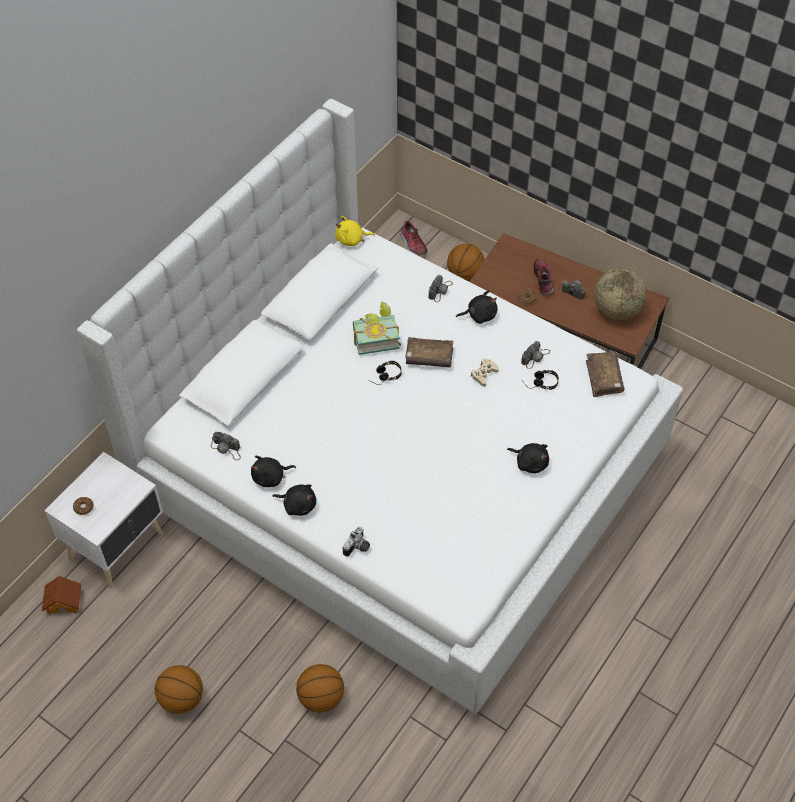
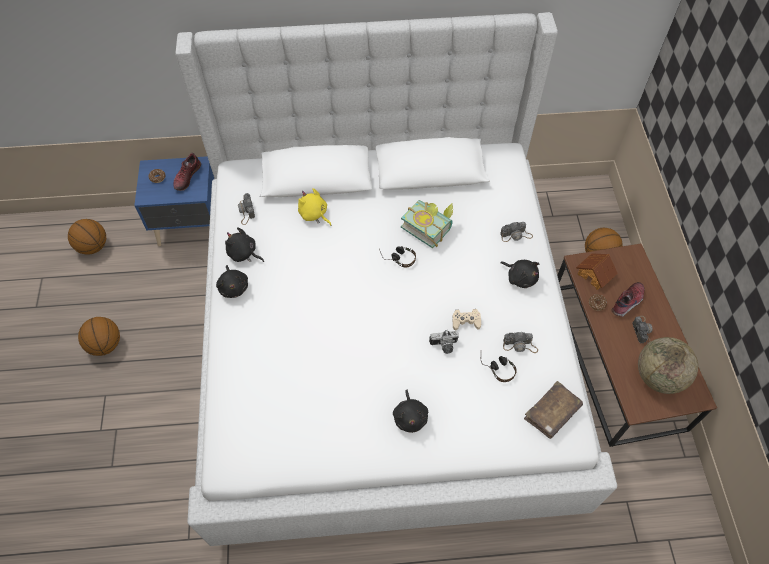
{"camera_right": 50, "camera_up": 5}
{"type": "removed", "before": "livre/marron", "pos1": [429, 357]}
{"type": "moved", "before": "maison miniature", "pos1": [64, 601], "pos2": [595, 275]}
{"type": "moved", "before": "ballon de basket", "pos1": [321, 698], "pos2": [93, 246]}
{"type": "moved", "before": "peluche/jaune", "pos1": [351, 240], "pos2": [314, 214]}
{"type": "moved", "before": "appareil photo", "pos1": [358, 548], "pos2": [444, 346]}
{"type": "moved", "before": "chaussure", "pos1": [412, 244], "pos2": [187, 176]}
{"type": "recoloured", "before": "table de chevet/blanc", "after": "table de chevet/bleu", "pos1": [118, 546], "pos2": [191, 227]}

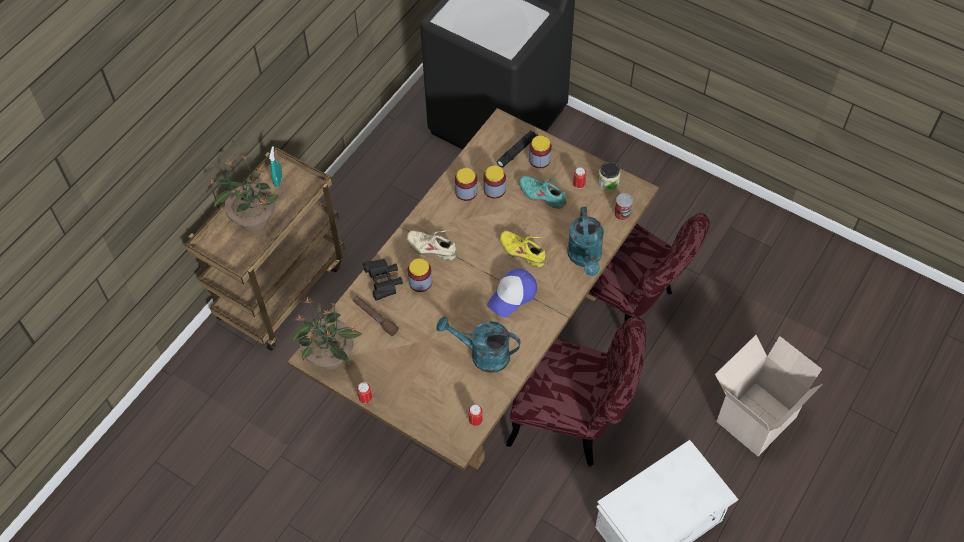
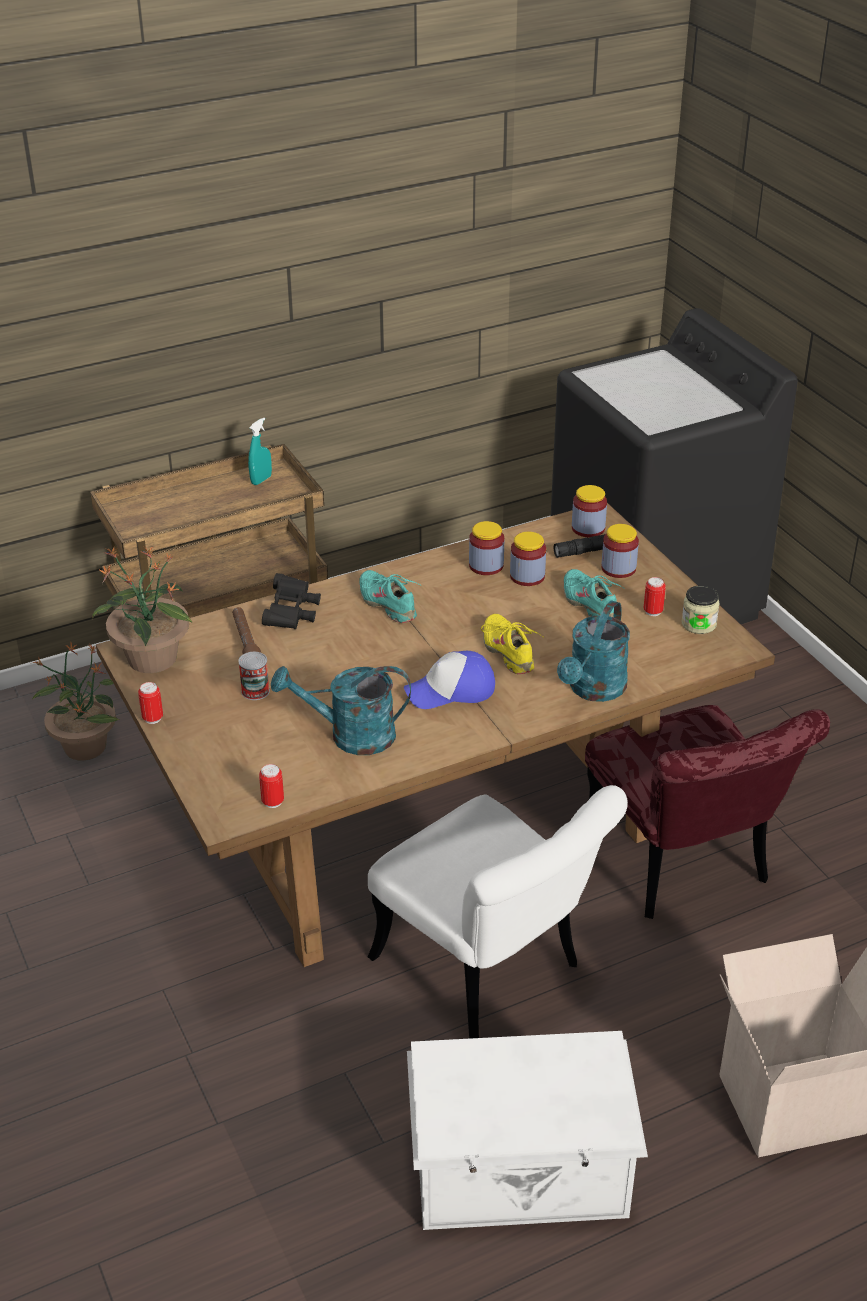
{"camera_right": 30, "camera_up": -20}
{"type": "moved", "before": "plante en pot", "pos1": [253, 219], "pos2": [85, 745]}
{"type": "moved", "before": "bocal", "pos1": [420, 282], "pos2": [588, 528]}
{"type": "moved", "before": "boîte métallique", "pos1": [622, 213], "pos2": [255, 691]}
{"type": "recoloured", "before": "chaussure/beige", "after": "chaussure/turquoise", "pos1": [432, 248], "pos2": [388, 603]}
{"type": "recoloured", "before": "chaise/rouge", "after": "chaise/blanc", "pos1": [573, 421], "pos2": [491, 972]}
{"type": "turned", "before": "arrosoir/turquoise", "pos1": [482, 355], "pos2": [350, 736], "turn": -45}

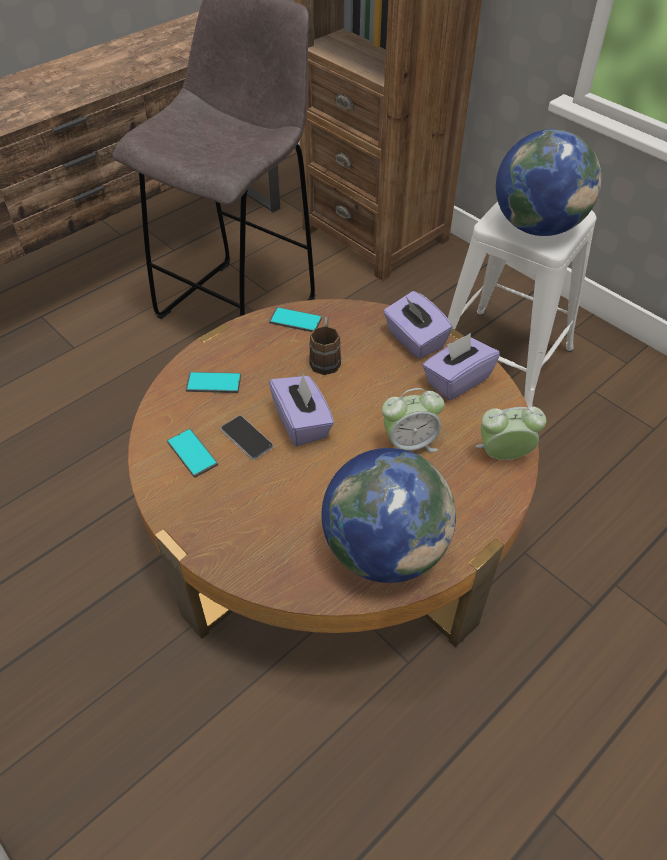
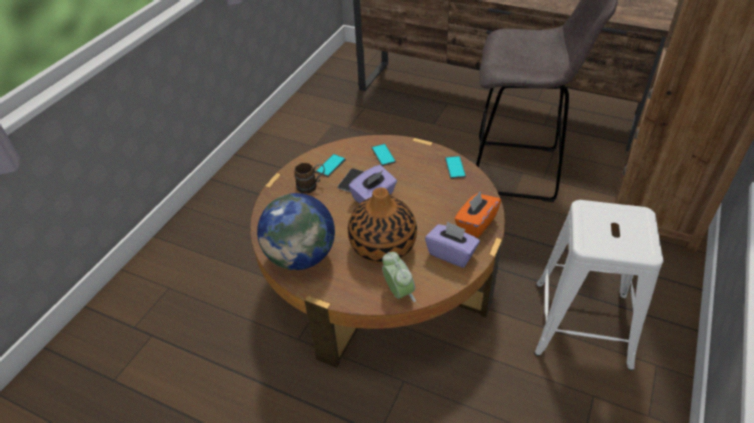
{"camera_right": 70, "camera_up": -5}
{"type": "removed", "before": "globe", "pos1": [537, 226]}
{"type": "moved", "before": "mug/marron", "pos1": [325, 358], "pos2": [311, 185]}
{"type": "replaced", "before": "réveil", "after": "vase", "pos1": [409, 444], "pos2": [383, 246]}
{"type": "recoloured", "before": "boîte à mouchoirs/violet", "after": "boîte à mouchoirs/orange", "pos1": [414, 340], "pos2": [476, 223]}

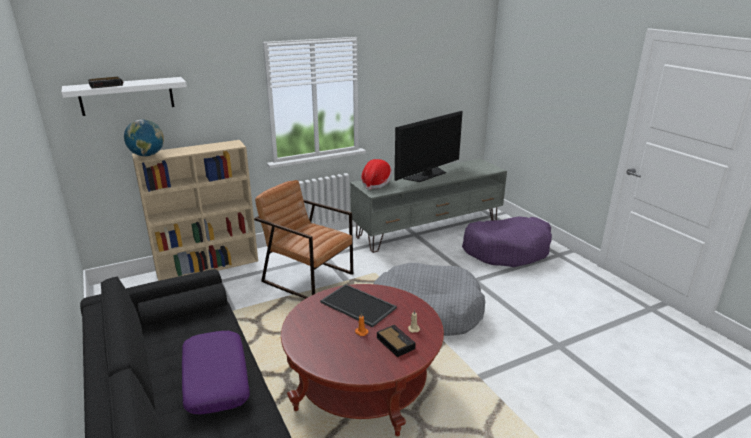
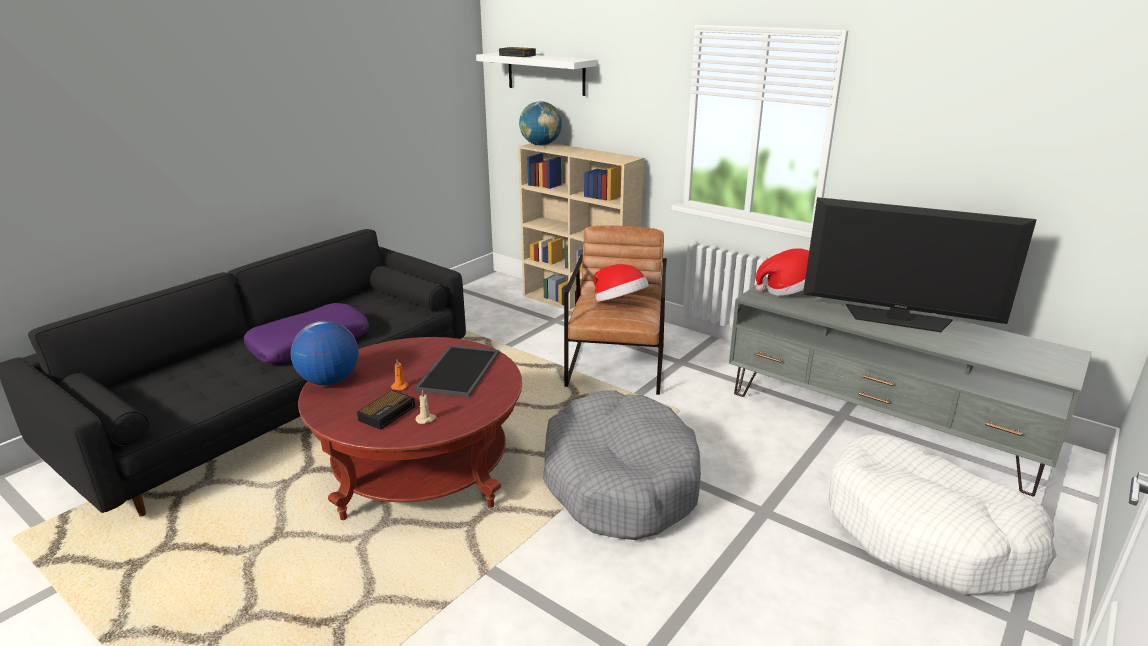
{"camera_right": 65, "camera_up": 0}
{"type": "added", "after": "globe", "pos2": [329, 380]}
{"type": "added", "after": "chapeau", "pos2": [619, 304]}
{"type": "recoloured", "before": "panier pour chien/violet", "after": "panier pour chien/blanc", "pos1": [507, 250], "pos2": [927, 533]}

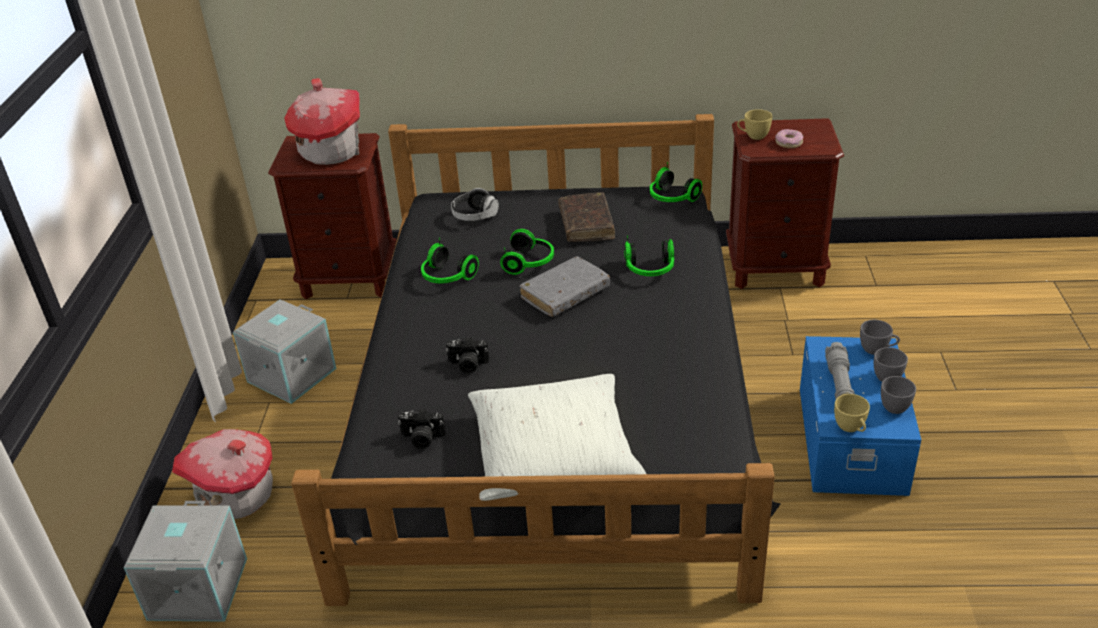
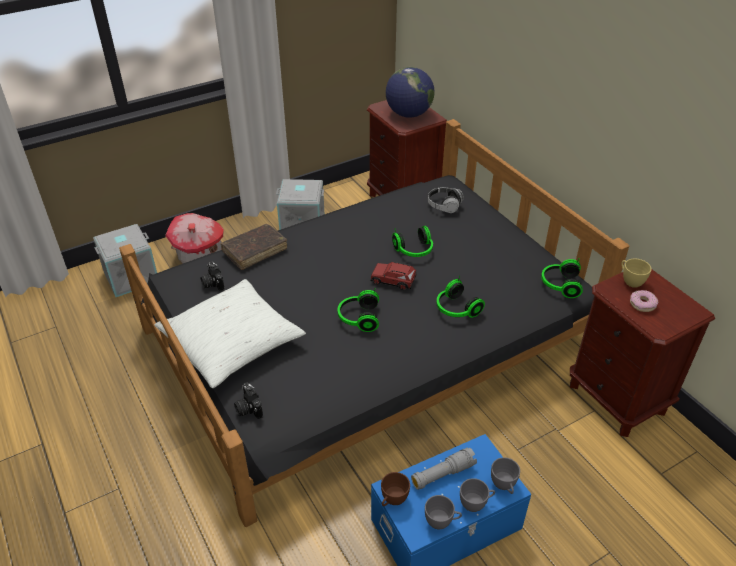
{"camera_right": 55, "camera_up": 5}
{"type": "moved", "before": "casque audio", "pos1": [446, 277], "pos2": [358, 318]}
{"type": "moved", "before": "appareil photo", "pos1": [468, 365], "pos2": [248, 408]}
{"type": "moved", "before": "livre/marron", "pos1": [586, 225], "pos2": [255, 251]}
{"type": "replaced", "before": "maison miniature", "after": "globe", "pos1": [331, 151], "pos2": [409, 114]}
{"type": "replaced", "before": "livre/gris", "after": "petite voiture/rouge", "pos1": [565, 294], "pos2": [393, 281]}
{"type": "recoloured", "before": "tasse/jaune", "after": "tasse/marron", "pos1": [851, 428], "pos2": [392, 500]}

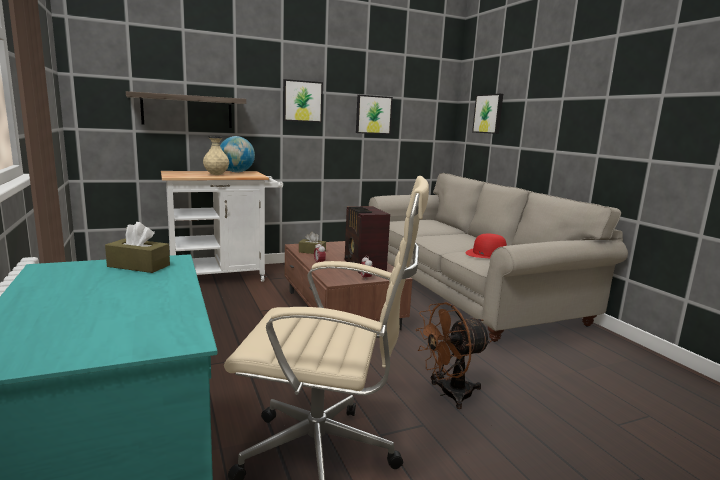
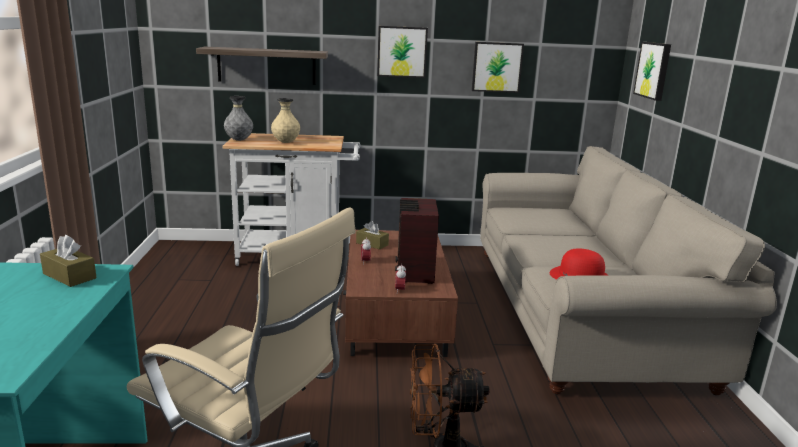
{"camera_right": 20, "camera_up": 5}
{"type": "removed", "before": "globe", "pos1": [236, 172]}
{"type": "added", "after": "vase/gris", "pos2": [239, 140]}

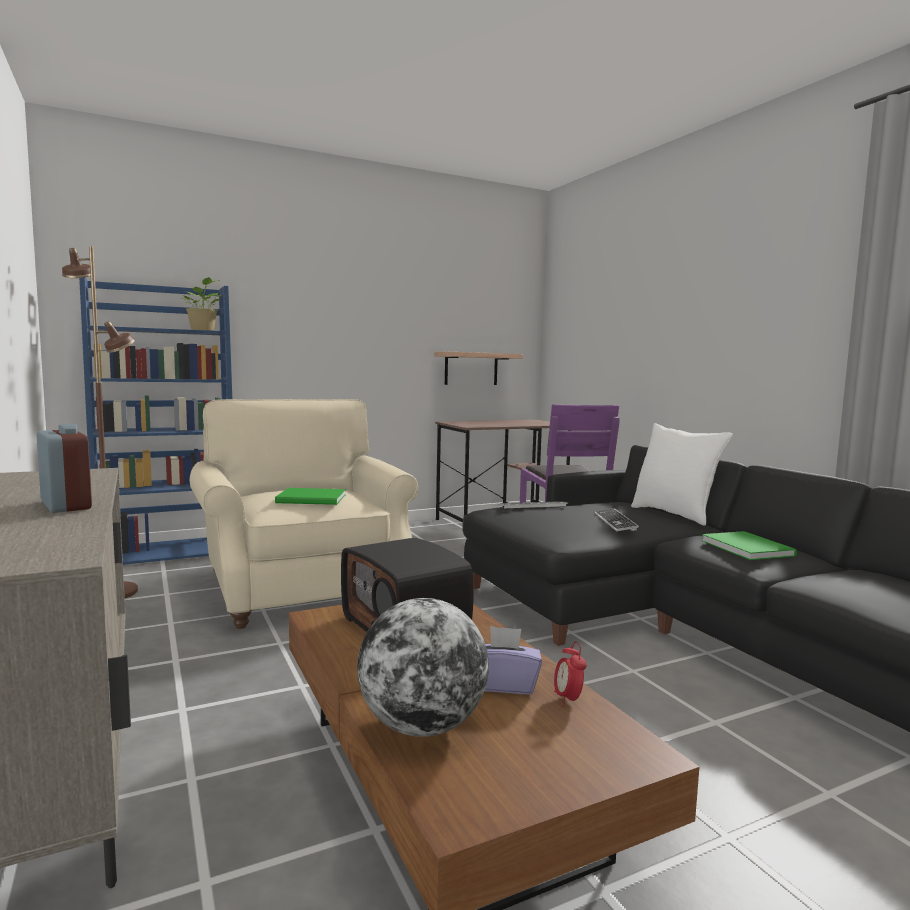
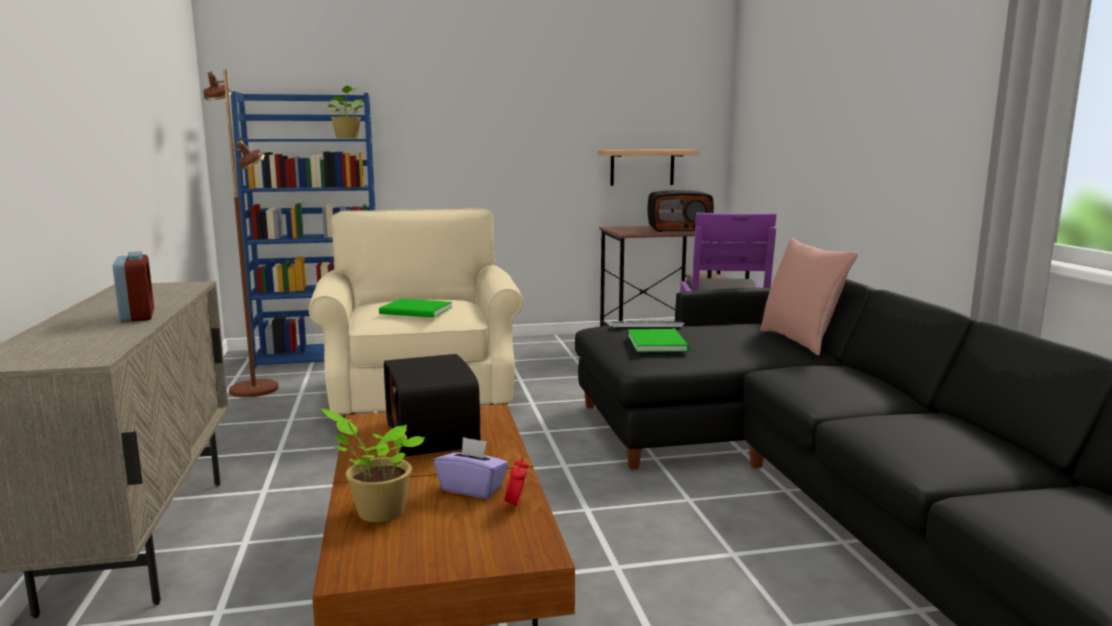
{"camera_right": 15, "camera_up": 5}
{"type": "removed", "before": "clavier", "pos1": [615, 522]}
{"type": "added", "after": "radio", "pos2": [679, 229]}
{"type": "moved", "before": "livre/vert", "pos1": [747, 547], "pos2": [658, 342]}
{"type": "replaced", "before": "globe", "after": "plante en pot", "pos1": [422, 726], "pos2": [377, 512]}
{"type": "recoloured", "before": "coussin/blanc", "after": "coussin/rose", "pos1": [674, 514], "pos2": [800, 341]}

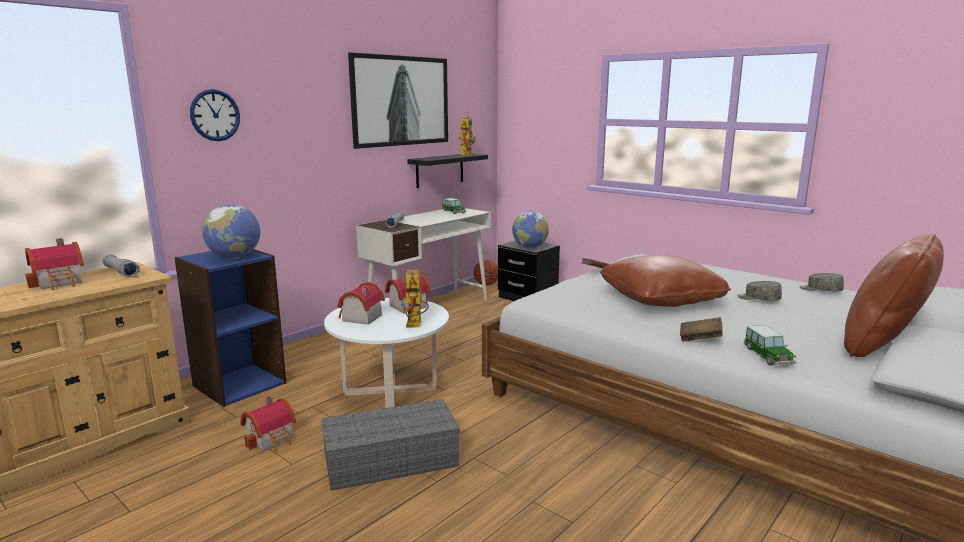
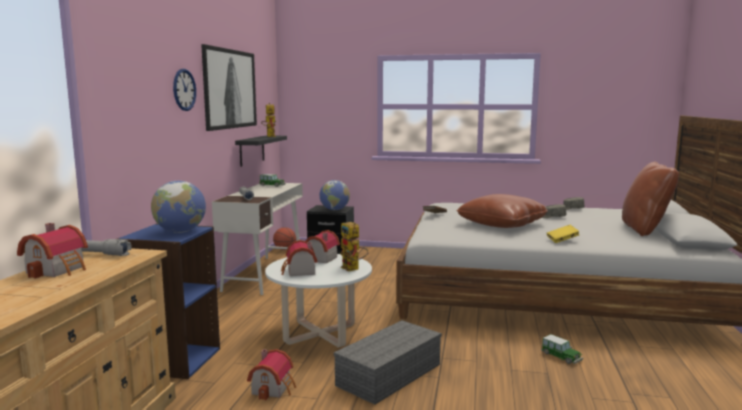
{"camera_right": -30, "camera_up": -5}
{"type": "moved", "before": "horloge murale", "pos1": [215, 115], "pos2": [184, 90]}
{"type": "moved", "before": "petite voiture", "pos1": [768, 356], "pos2": [561, 357]}
{"type": "recoloured", "before": "livre/marron", "after": "livre/jaune", "pos1": [700, 339], "pos2": [562, 240]}

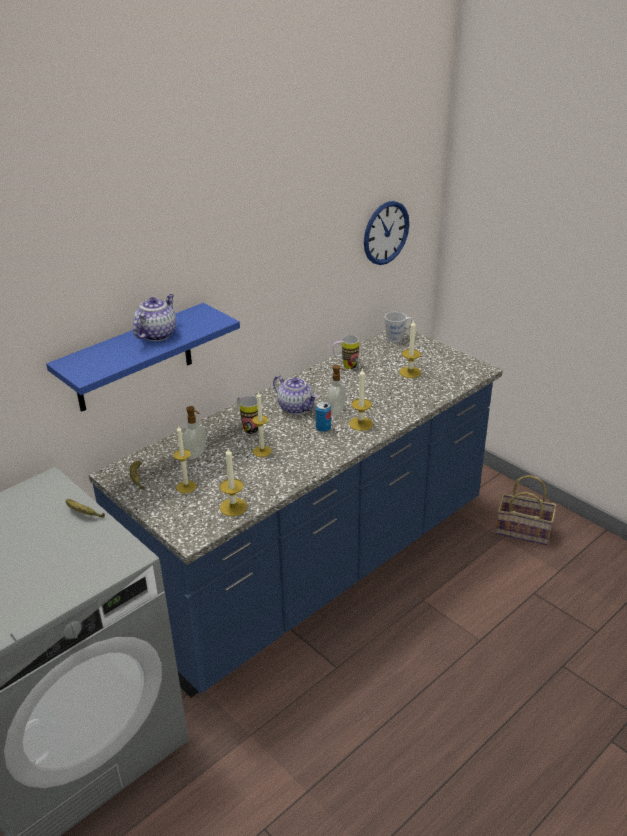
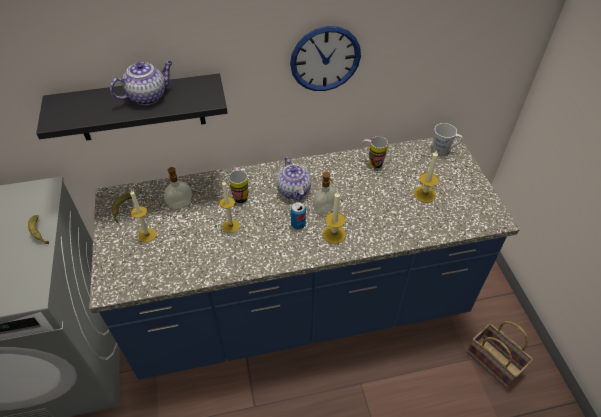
{"camera_right": 30, "camera_up": 15}
{"type": "removed", "before": "bougie", "pos1": [233, 507]}
{"type": "moved", "before": "horloge murale", "pos1": [386, 233], "pos2": [325, 59]}
{"type": "recoloured", "before": "étagère/bleu", "after": "étagère/noir", "pos1": [133, 359], "pos2": [140, 108]}

